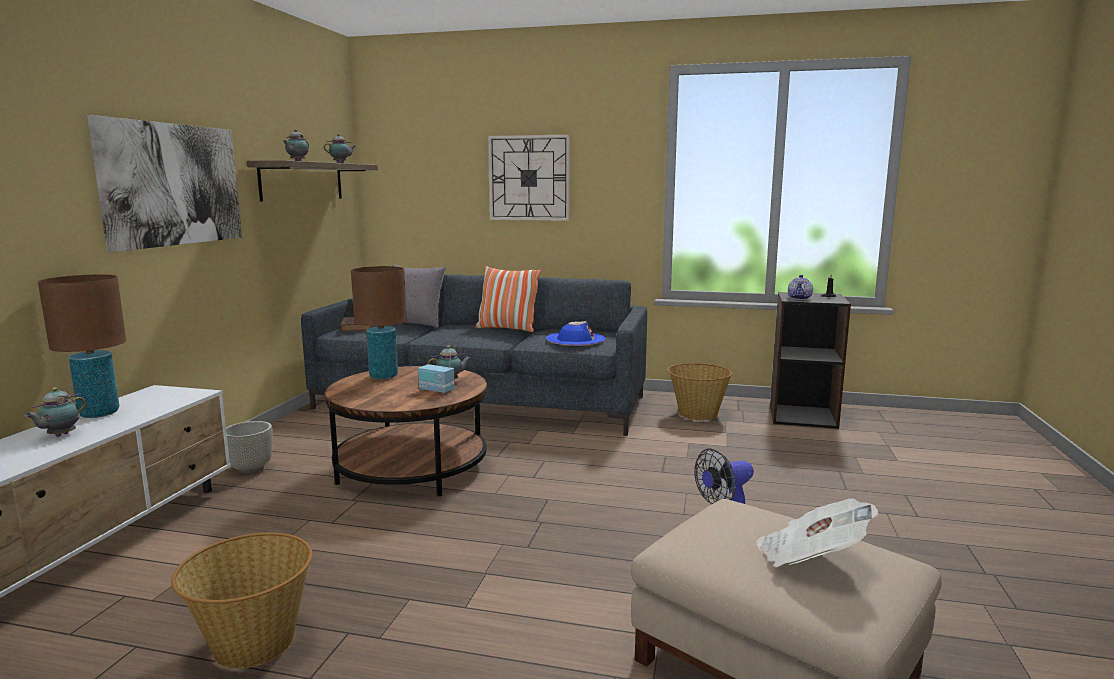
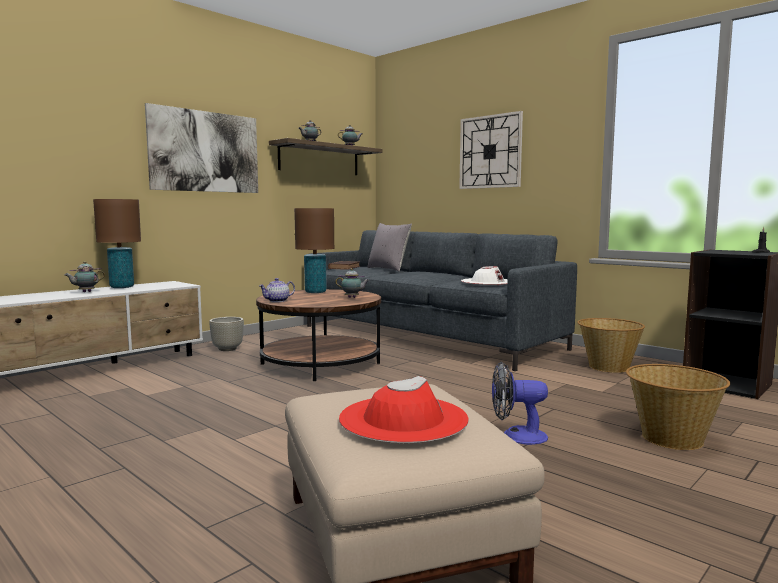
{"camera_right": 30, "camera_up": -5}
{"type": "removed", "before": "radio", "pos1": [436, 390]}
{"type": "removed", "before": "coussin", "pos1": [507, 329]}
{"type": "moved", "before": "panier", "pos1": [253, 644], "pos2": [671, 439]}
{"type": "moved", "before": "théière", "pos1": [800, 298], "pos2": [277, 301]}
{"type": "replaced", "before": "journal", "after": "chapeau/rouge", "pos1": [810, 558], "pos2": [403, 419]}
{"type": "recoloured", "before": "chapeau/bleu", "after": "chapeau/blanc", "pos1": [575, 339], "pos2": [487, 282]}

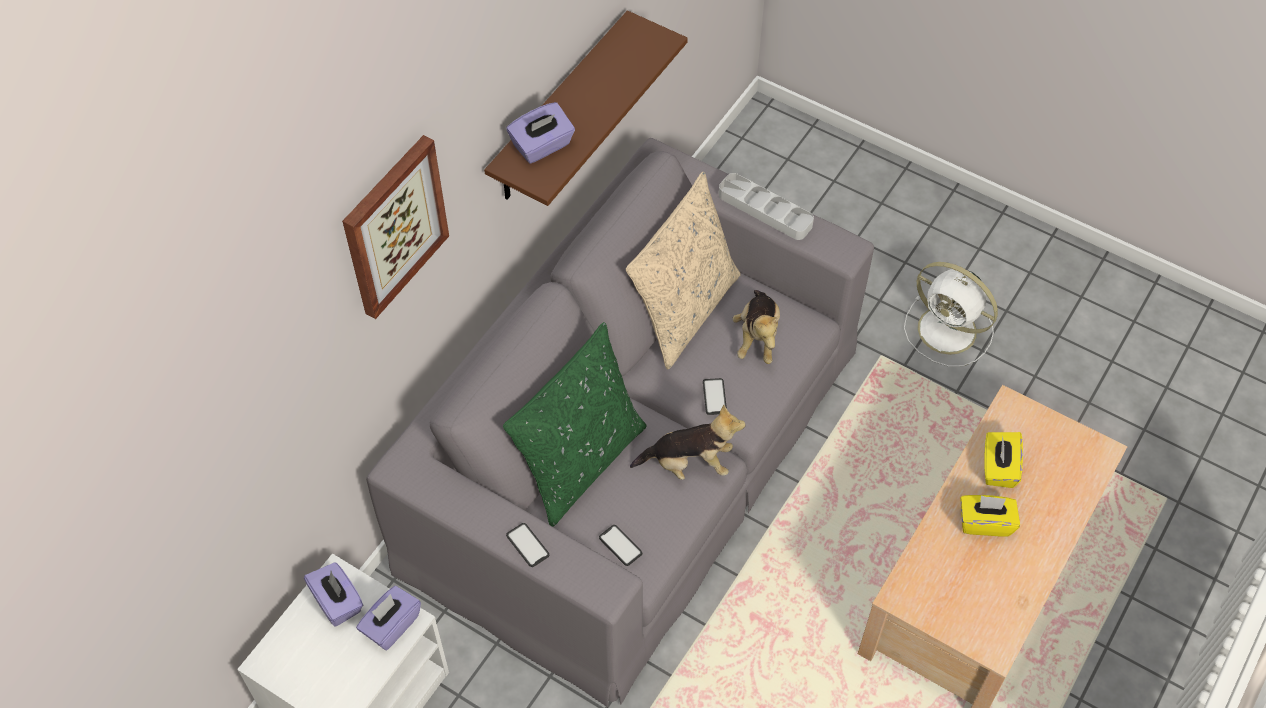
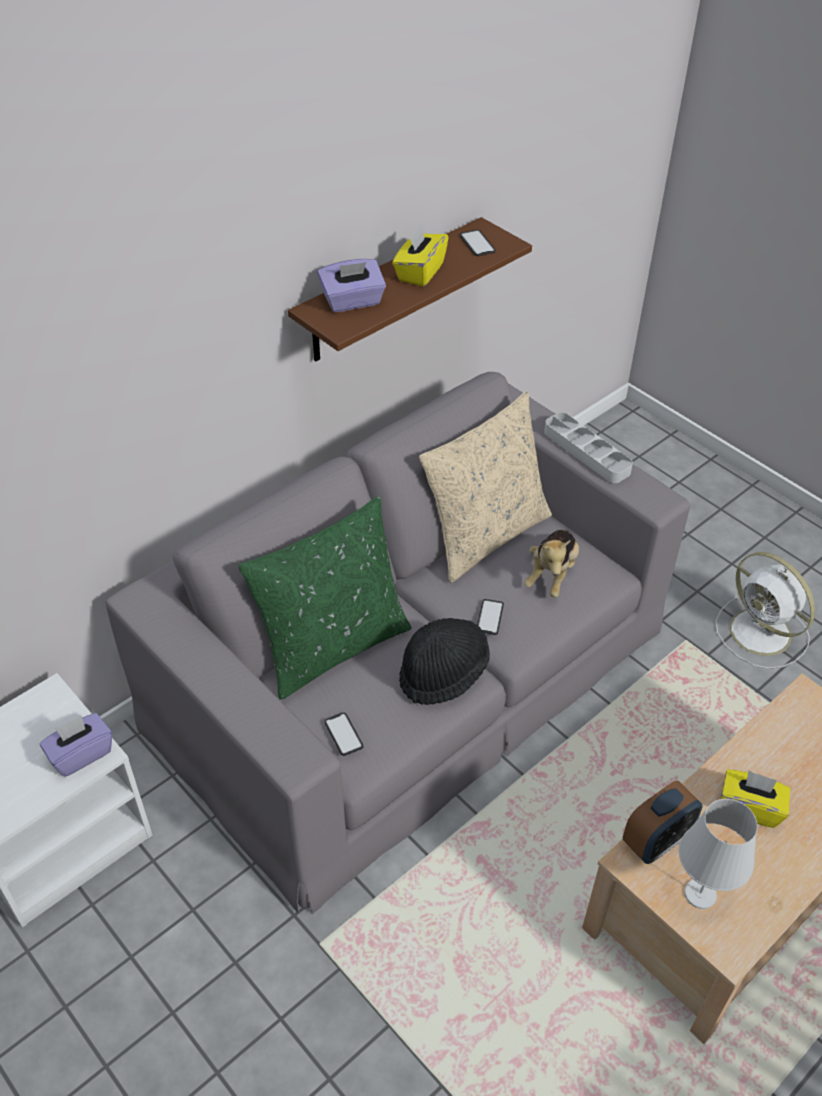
{"camera_right": 15, "camera_up": -10}
{"type": "removed", "before": "boîte à mouchoirs/violet", "pos1": [337, 602]}
{"type": "removed", "before": "tableau", "pos1": [393, 226]}
{"type": "added", "after": "réveil", "pos2": [656, 841]}
{"type": "added", "after": "lampe de table/blanc", "pos2": [700, 894]}
{"type": "moved", "before": "téléphone", "pos1": [527, 545], "pos2": [477, 244]}
{"type": "moved", "before": "boîte à mouchoirs/jaune", "pos1": [998, 468], "pos2": [419, 272]}
{"type": "replaced", "before": "peluche", "after": "chapeau/noir", "pos1": [689, 463], "pos2": [443, 673]}

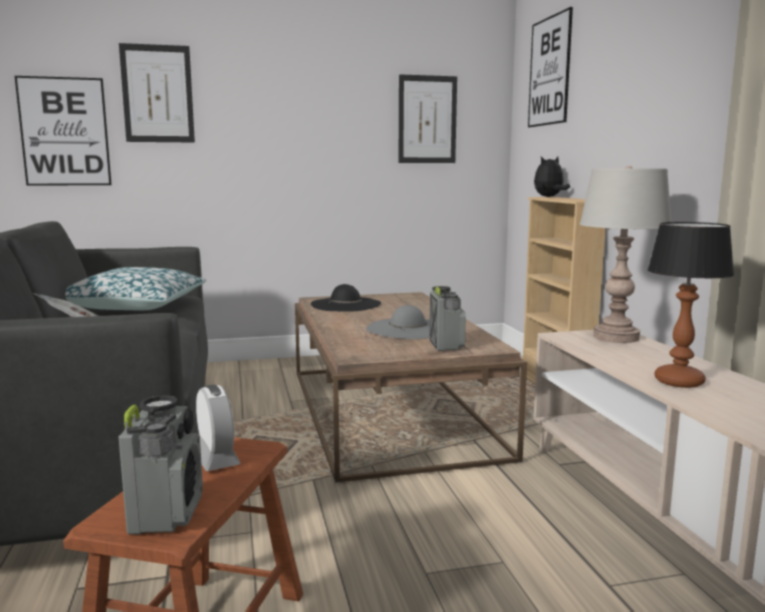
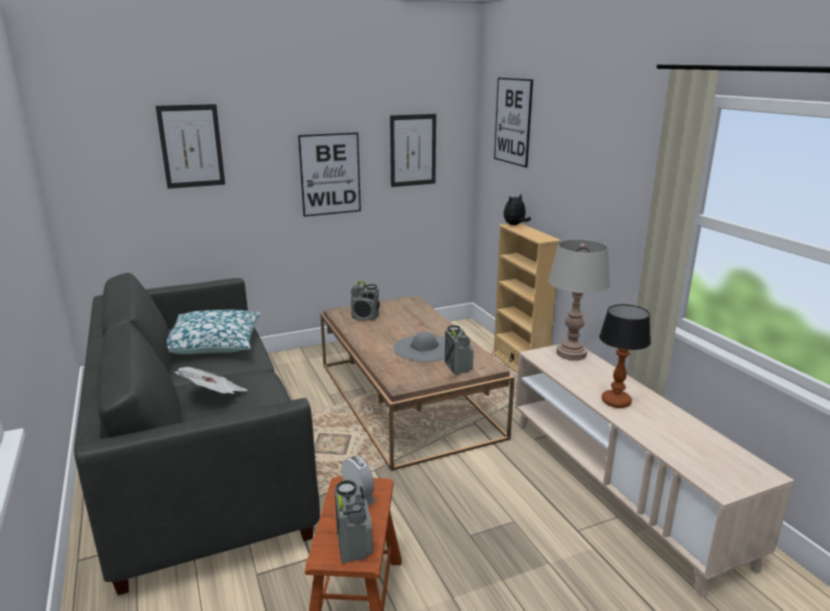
{"camera_right": -10, "camera_up": 10}
{"type": "moved", "before": "tableau", "pos1": [64, 132], "pos2": [330, 174]}
{"type": "replaced", "before": "chapeau/noir", "after": "radio", "pos1": [346, 304], "pos2": [365, 317]}

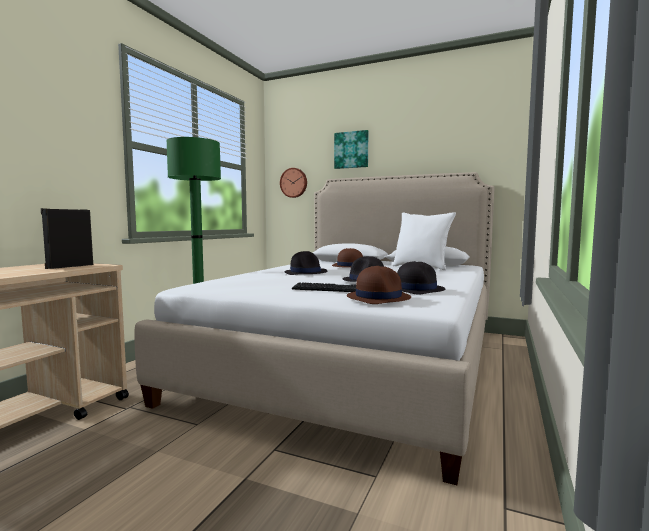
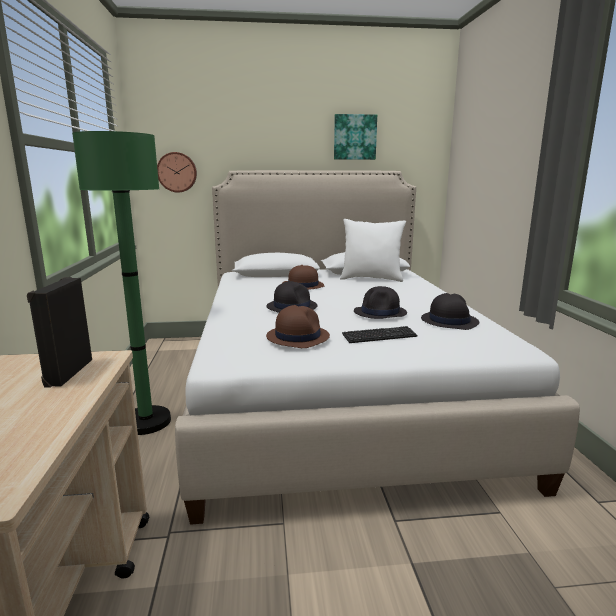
{"camera_right": -30, "camera_up": 10}
{"type": "moved", "before": "tableau", "pos1": [351, 150], "pos2": [354, 137]}
{"type": "moved", "before": "chapeau/marron", "pos1": [378, 297], "pos2": [297, 336]}

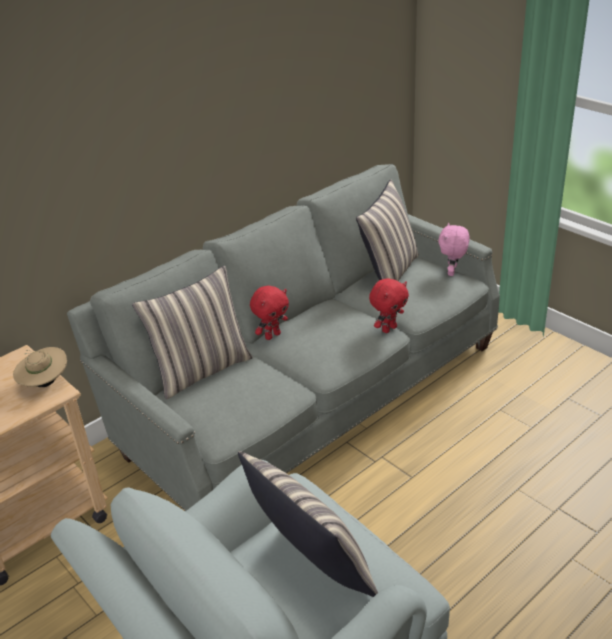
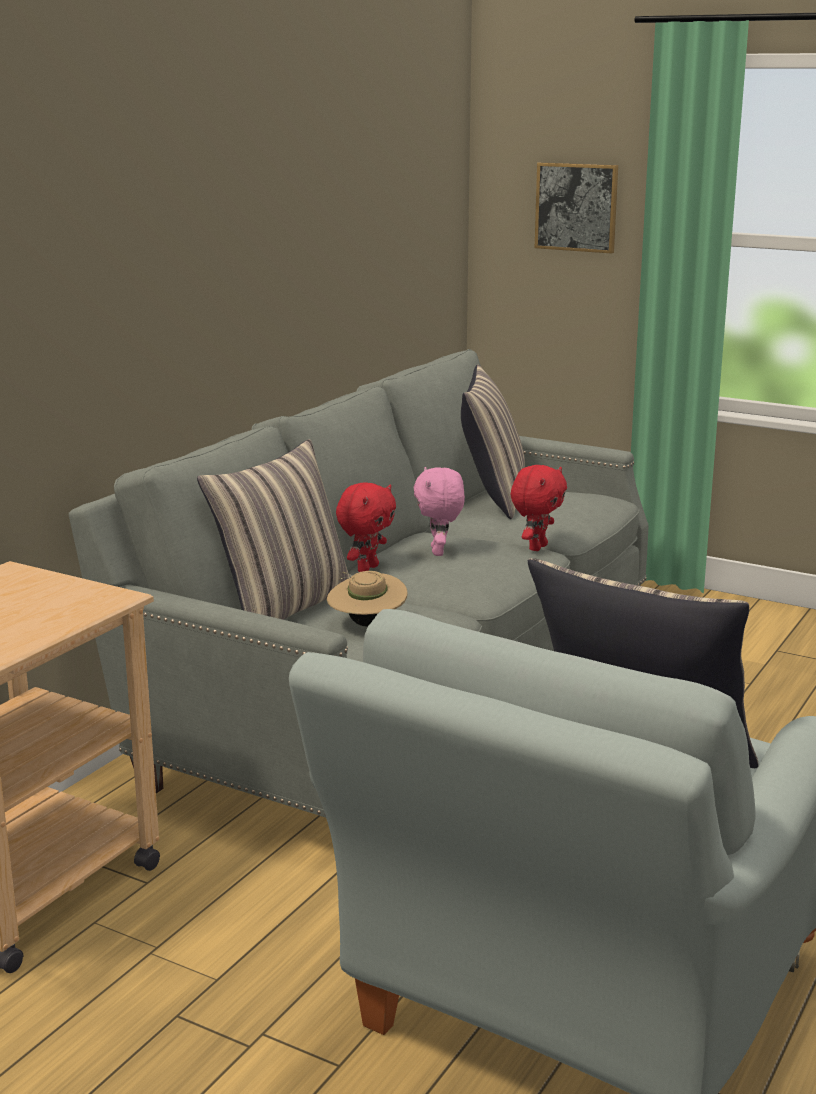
{"camera_right": -20, "camera_up": -15}
{"type": "added", "after": "tableau", "pos2": [576, 207]}
{"type": "moved", "before": "chapeau/beige", "pos1": [45, 383], "pos2": [367, 624]}
{"type": "moved", "before": "peluche/rose", "pos1": [452, 272], "pos2": [439, 552]}

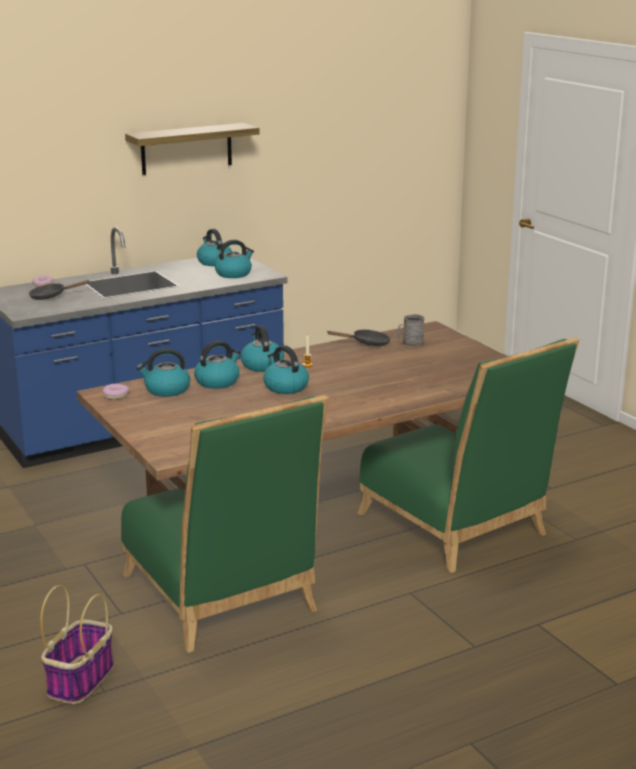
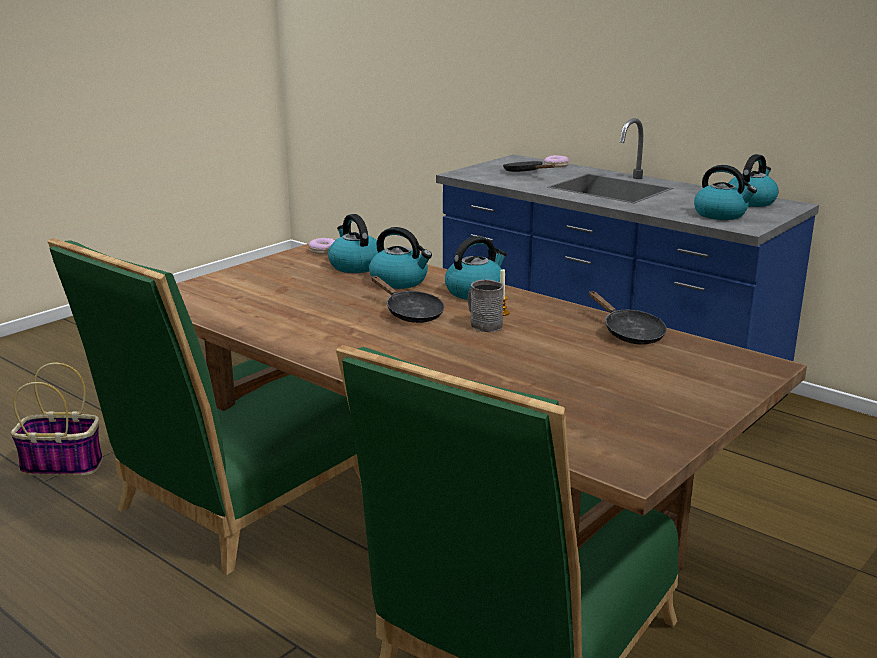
{"camera_right": 70, "camera_up": 0}
{"type": "removed", "before": "étagère", "pos1": [186, 148]}
{"type": "moved", "before": "mug/gris", "pos1": [410, 343], "pos2": [483, 324]}
{"type": "replaced", "before": "bouilloire", "after": "poêle/noir", "pos1": [285, 387], "pos2": [410, 313]}

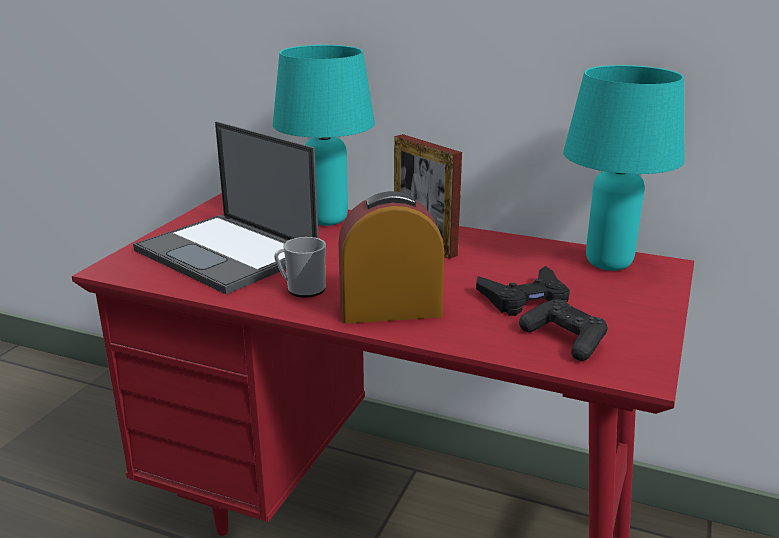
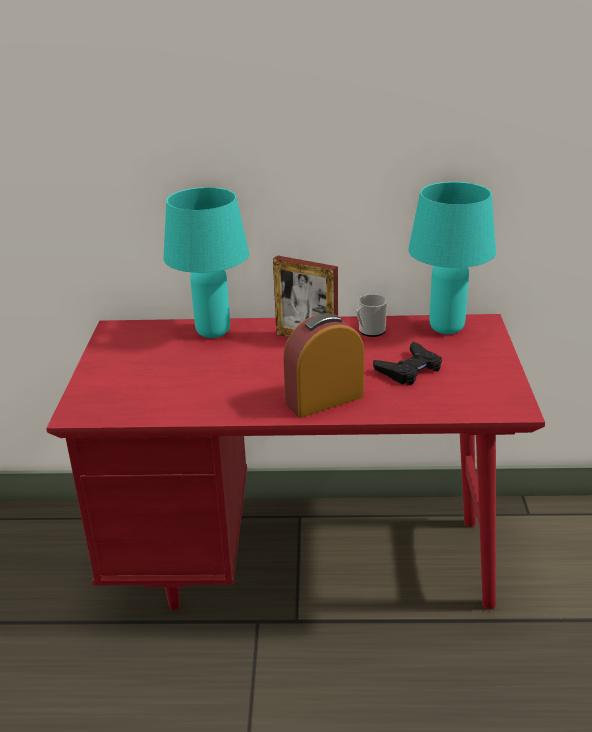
{"camera_right": -20, "camera_up": 5}
{"type": "removed", "before": "ordinateur portable", "pos1": [228, 253]}
{"type": "removed", "before": "manette/noir", "pos1": [564, 339]}
{"type": "moved", "before": "mug", "pos1": [302, 289], "pos2": [369, 331]}

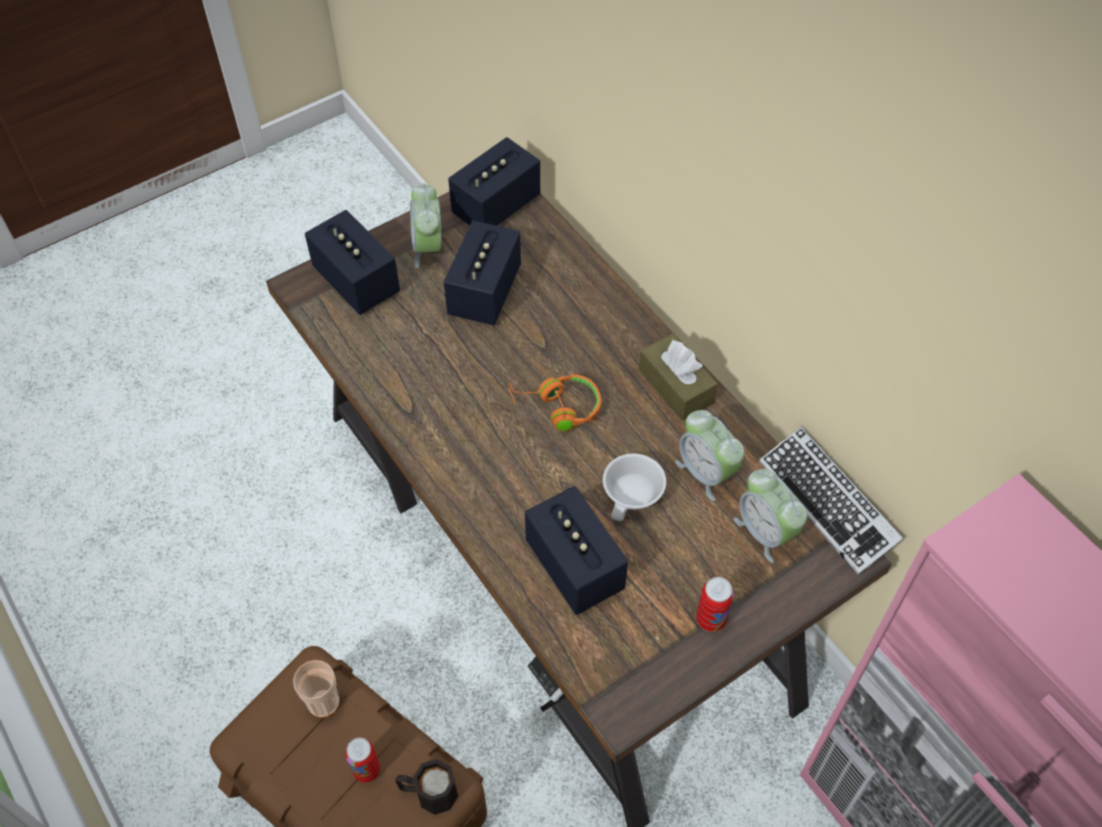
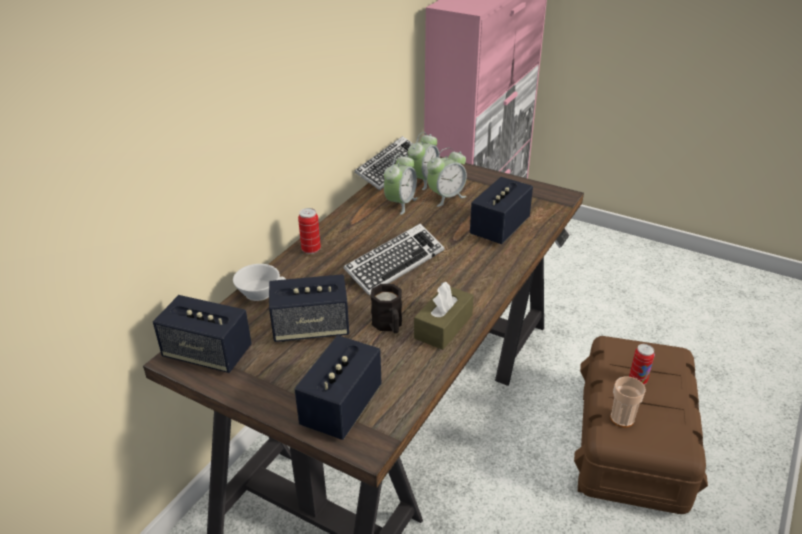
{"camera_right": -115, "camera_up": -20}
{"type": "moved", "before": "mug/noir", "pos1": [428, 793], "pos2": [389, 325]}
{"type": "moved", "before": "réveil", "pos1": [428, 247], "pos2": [446, 197]}
{"type": "moved", "before": "tasse/blanc", "pos1": [634, 497], "pos2": [260, 291]}
{"type": "moved", "before": "boîte à mouchoirs/marron", "pos1": [676, 386], "pos2": [443, 327]}
{"type": "moved", "before": "boîte métallique", "pos1": [711, 619], "pos2": [311, 249]}
{"type": "replaced", "before": "casque audio/orange", "after": "clavier", "pos1": [558, 407], "pos2": [395, 264]}

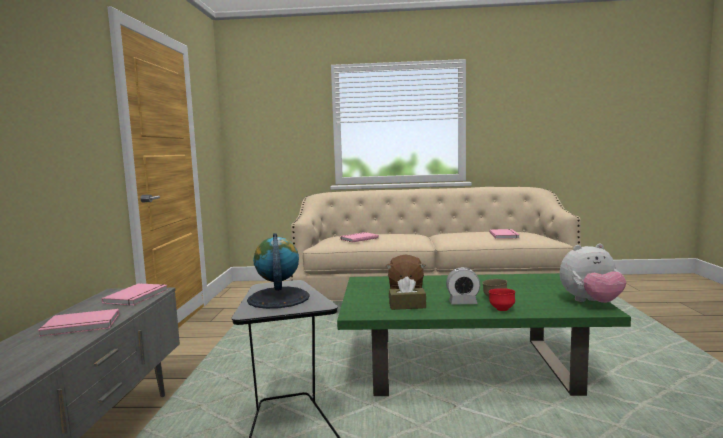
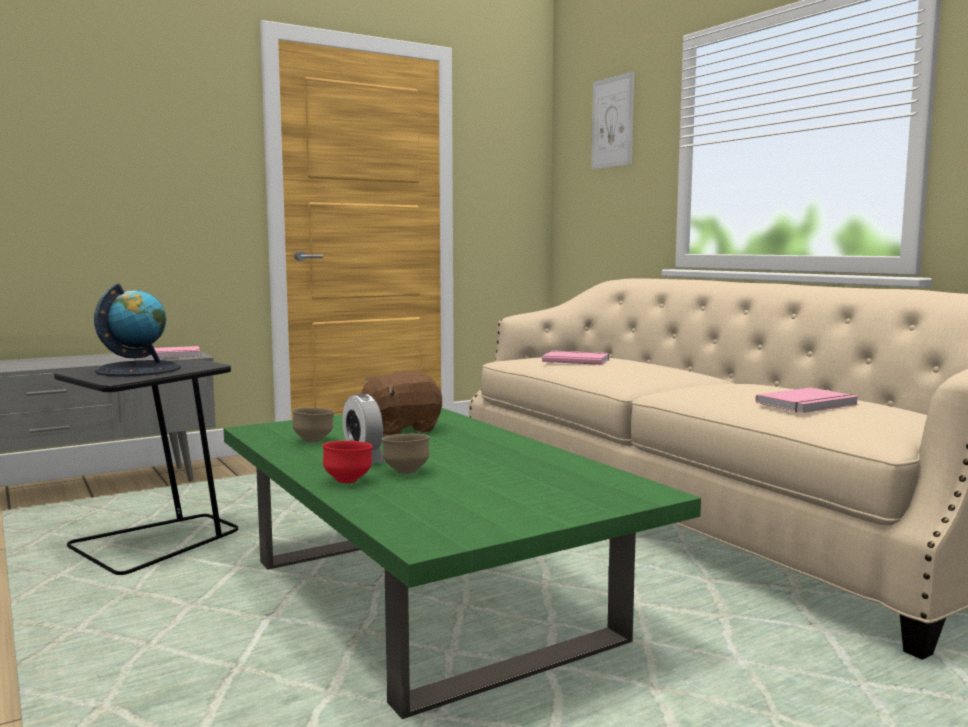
{"camera_right": 55, "camera_up": 0}
{"type": "removed", "before": "livre/rose", "pos1": [81, 325]}
{"type": "removed", "before": "peluche", "pos1": [591, 302]}
{"type": "added", "after": "tableau", "pos2": [612, 122]}
{"type": "replaced", "before": "boîte à mouchoirs/marron", "after": "bol/marron", "pos1": [407, 306], "pos2": [314, 441]}

